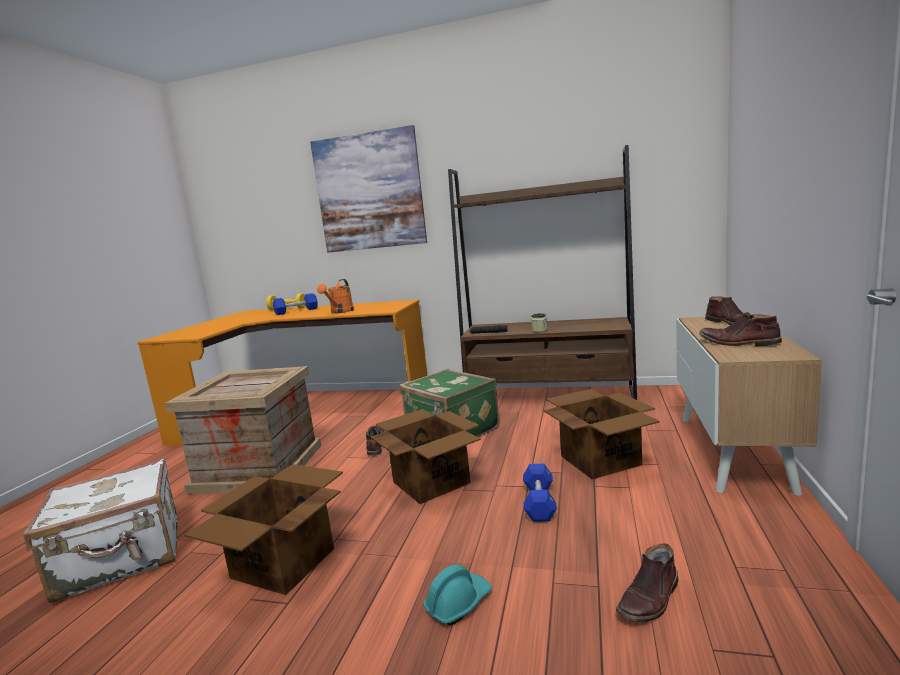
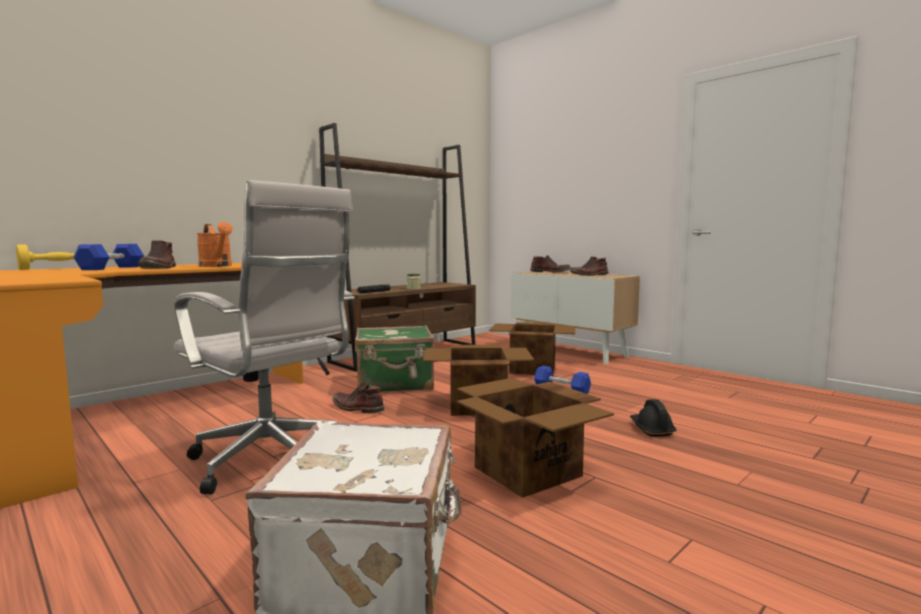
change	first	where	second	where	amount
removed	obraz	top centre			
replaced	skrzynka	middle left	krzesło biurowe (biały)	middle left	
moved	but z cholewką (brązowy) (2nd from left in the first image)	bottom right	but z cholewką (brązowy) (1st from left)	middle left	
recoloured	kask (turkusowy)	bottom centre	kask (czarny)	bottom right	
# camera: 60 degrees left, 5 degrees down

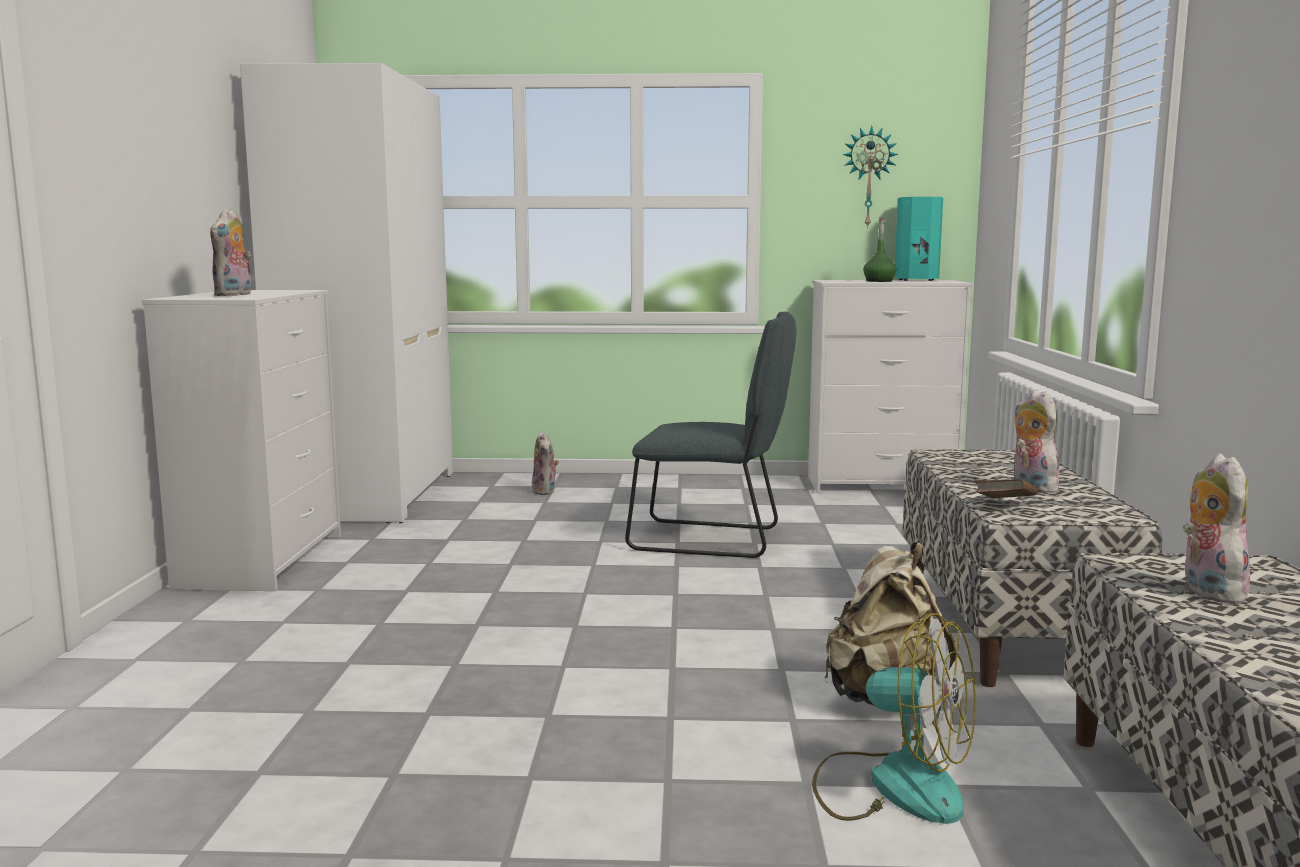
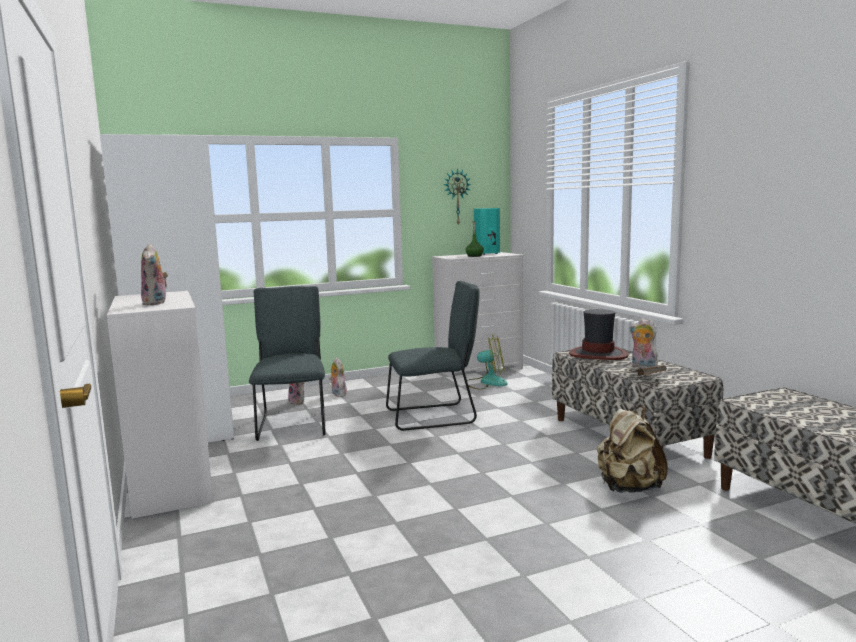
change	first	where	second	where	amount
moved	pluszak (4th from left in the first image)	middle right	pluszak (3rd from left)	centre	
moved	wentylator	bottom right		centre	
added			krzesło (szary) (1st from left)	centre	
added			kapelusz	middle right	
# camera: 25 degrees left, 0 degrees up

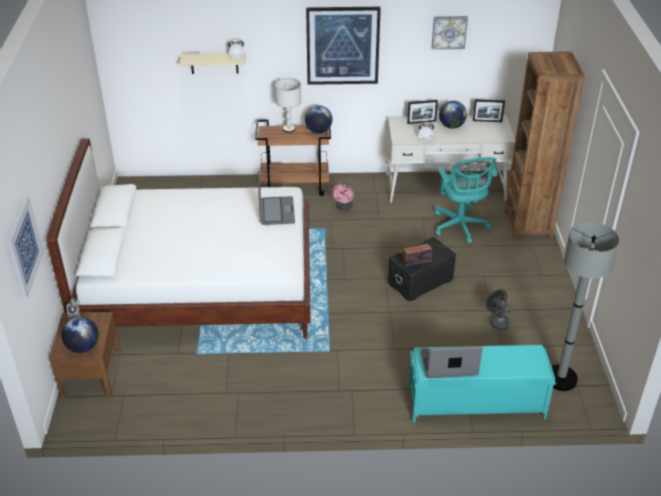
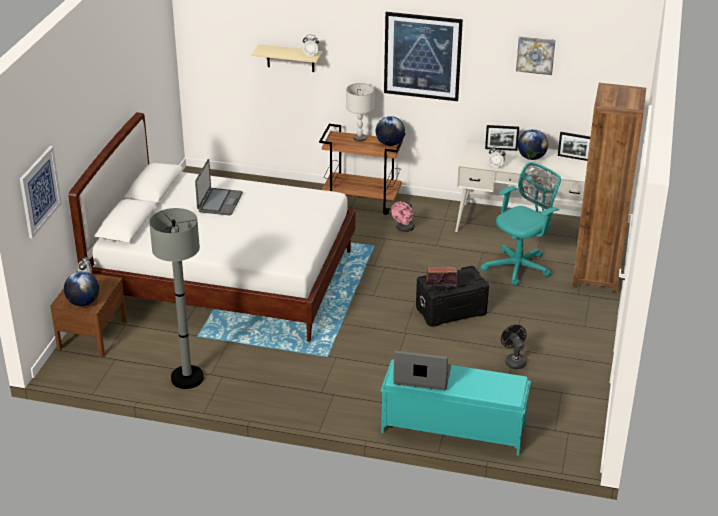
change	first	where	second	where	amount
turned	krzesło biurowe (turkusowy)	middle right		middle right	135 degrees counterclockwise
moved	laptop (1st from left)	centre		middle left	
moved	lampa stojąca (szary)	middle right		middle left	
# camera: 15 degrees right, 5 degrees down

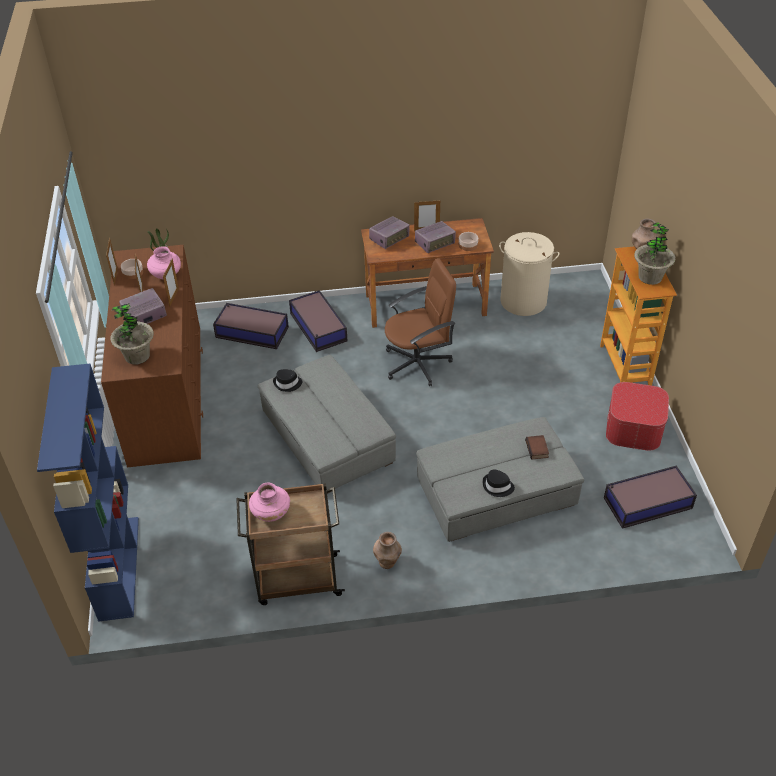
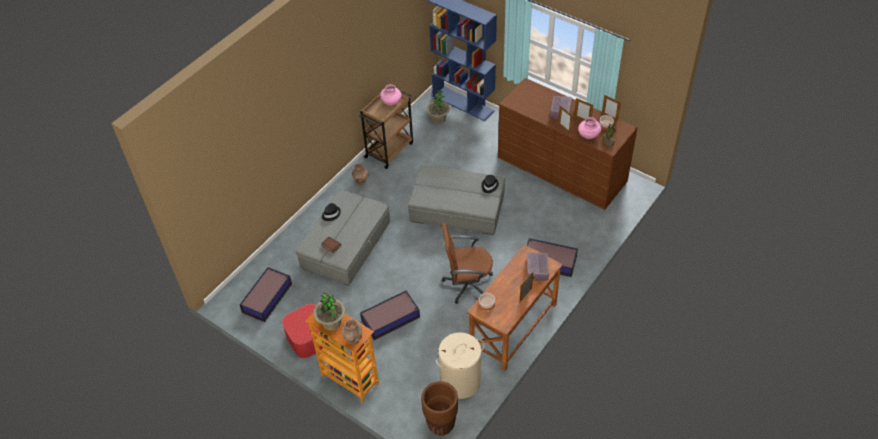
change	first	where	second	where	amount
removed	radio (3rd from left)	top centre			
turned	krzesło biurowe (brązowy)	centre		centre	60 degrees clockwise
moved	roślina doniczkowa (1st from left in the first image)	middle left	roślina doniczkowa (2nd from left)	top centre	
moved	pojemnik do przechowywania (1st from left in the first image)	middle left	pojemnik do przechowywania (2nd from left)	bottom centre	
added			donica (brązowy)	bottom centre	
# camera: 135 degrees right, 5 degrees up

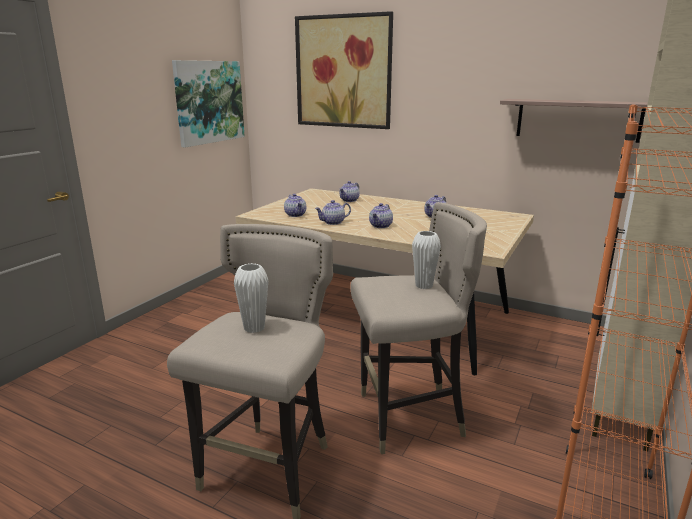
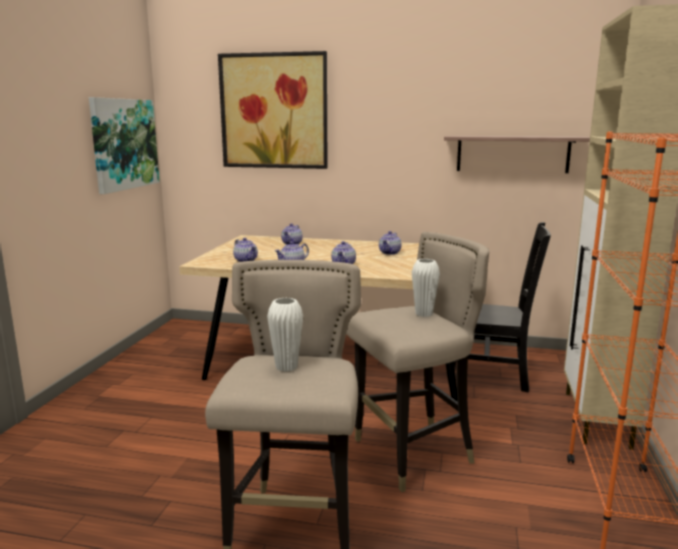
change	first	where	second	where	amount
added			krzesło (czarny)	middle right	
# camera: 15 degrees left, 5 degrees down

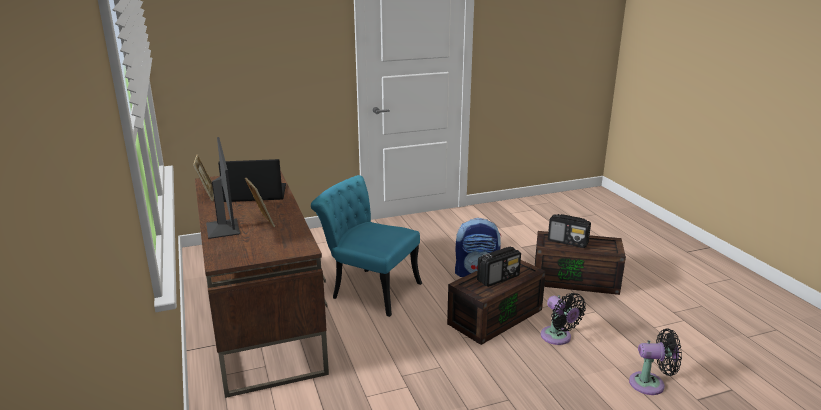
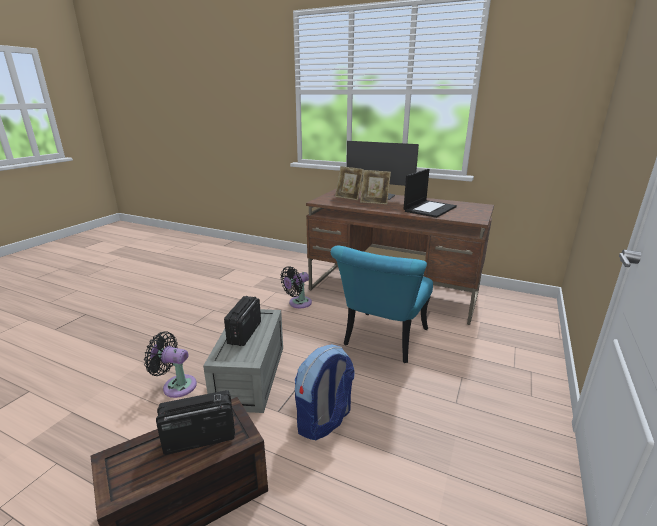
change	first	where	second	where	amount
moved	ramka na zdjęcie (1st from left)	middle left		centre	
turned	krzesło (turkusowy)	centre		centre	135 degrees clockwise
recoloured	pojemnik do przechowywania (brązowy) (1st from left)	bottom centre	pojemnik do przechowywania (szary)	bottom centre	
moved	wentylator (czarny) (2nd from left)	bottom right		centre	
# camera: 135 degrees right, 0 degrees up

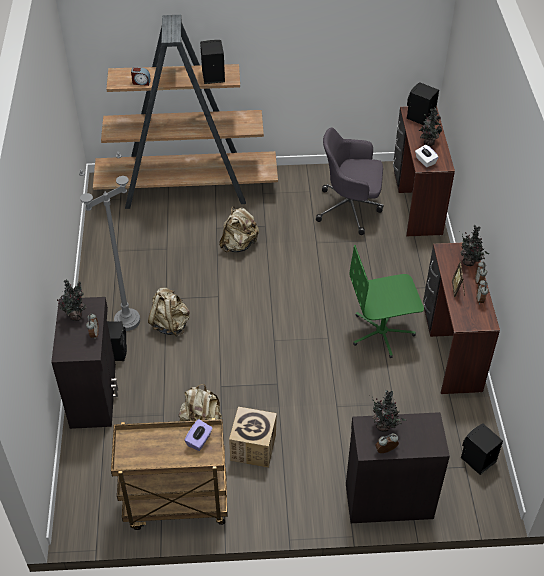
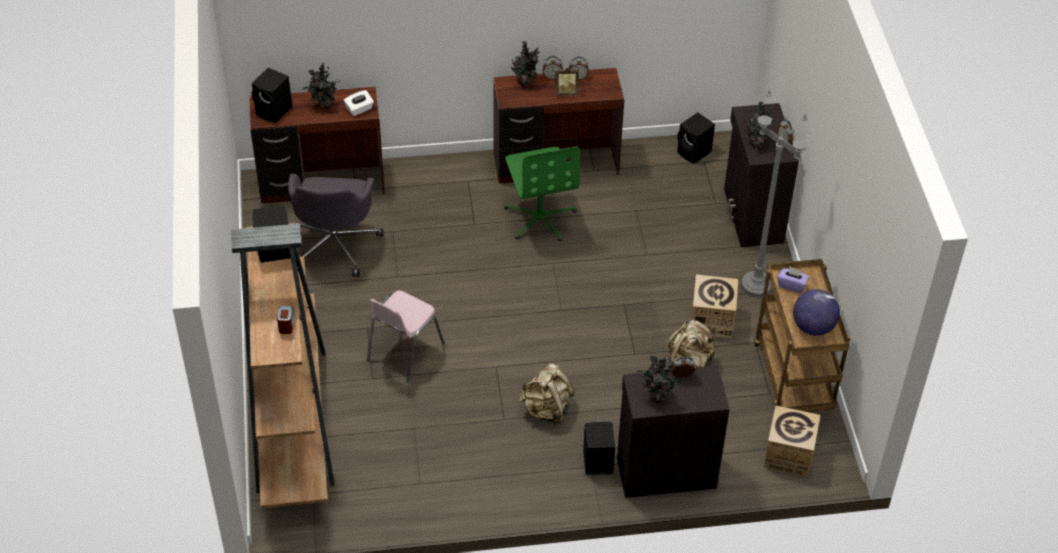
change	first	where	second	where	amount
moved	lampa stojąca (szary)	middle left		middle right	
replaced	plecak (beżowy) (3rd from left)	centre	krzesło (różowy)	centre	
added			globus	middle right	
added			karton (2nd from left)	bottom right	
# camera: 95 degrees left, 0 degrees up

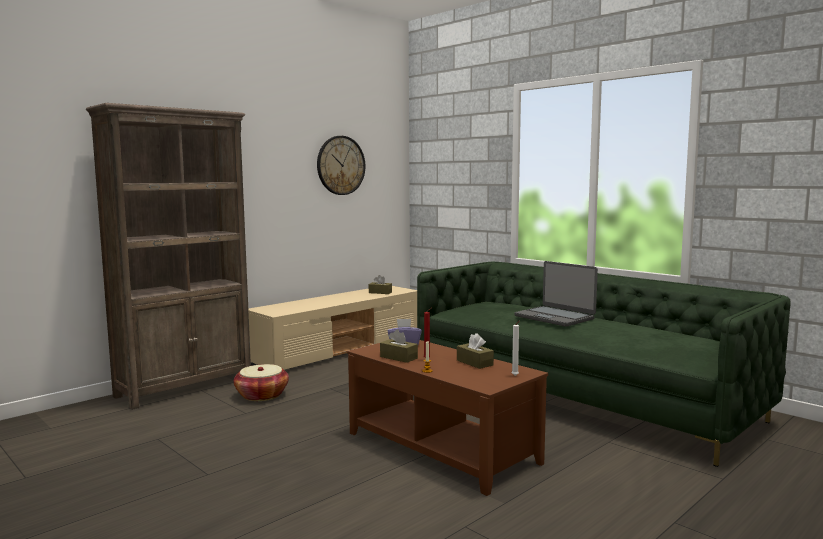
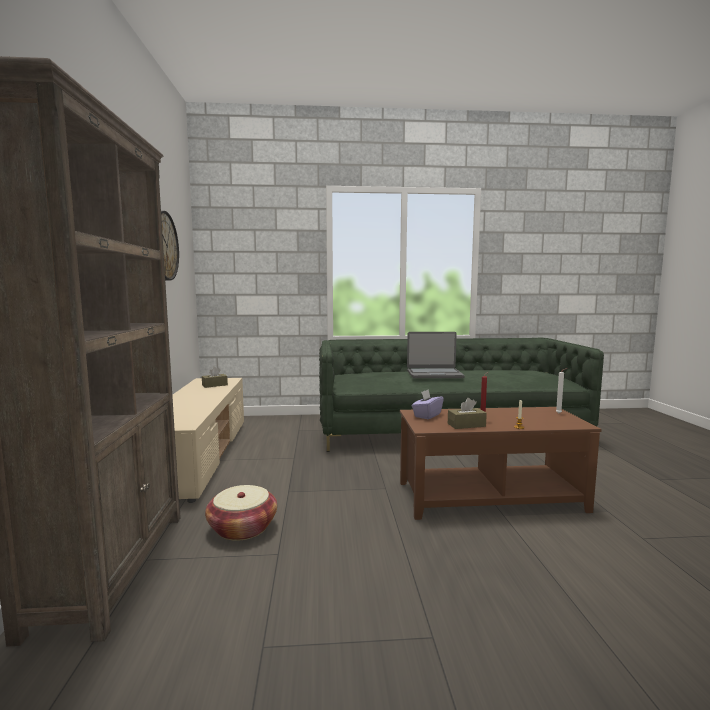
change	first	where	second	where	amount
removed	pudełko chusteczek (brązowy) (3rd from left)	centre			
# camera: 50 degrees left, 0 degrees up

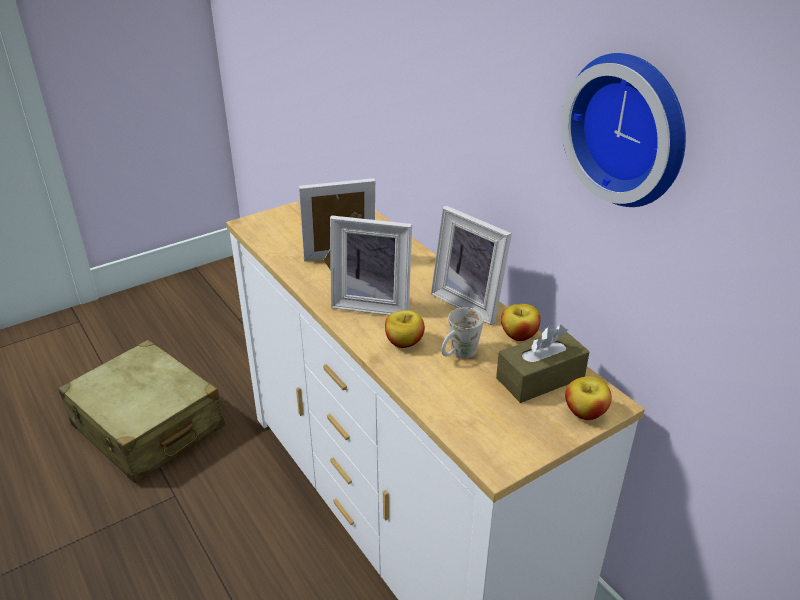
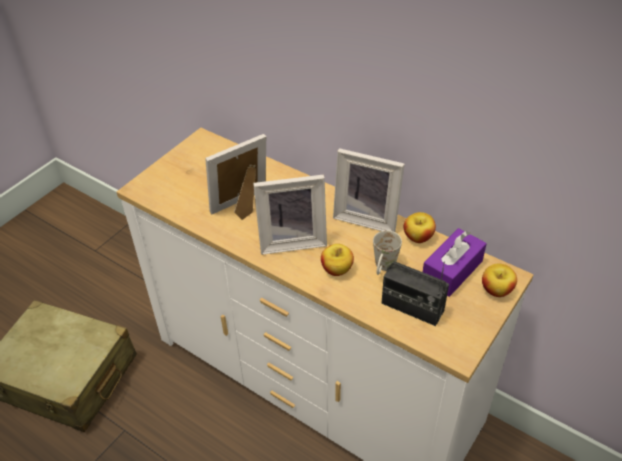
change	first	where	second	where	amount
removed	zegar ścienny	top right			
recoloured	pudełko chusteczek (brązowy)	middle right	pudełko chusteczek (fioletowy)	middle right	
added			radio	middle right	
# camera: 20 degrees left, 10 degrees up

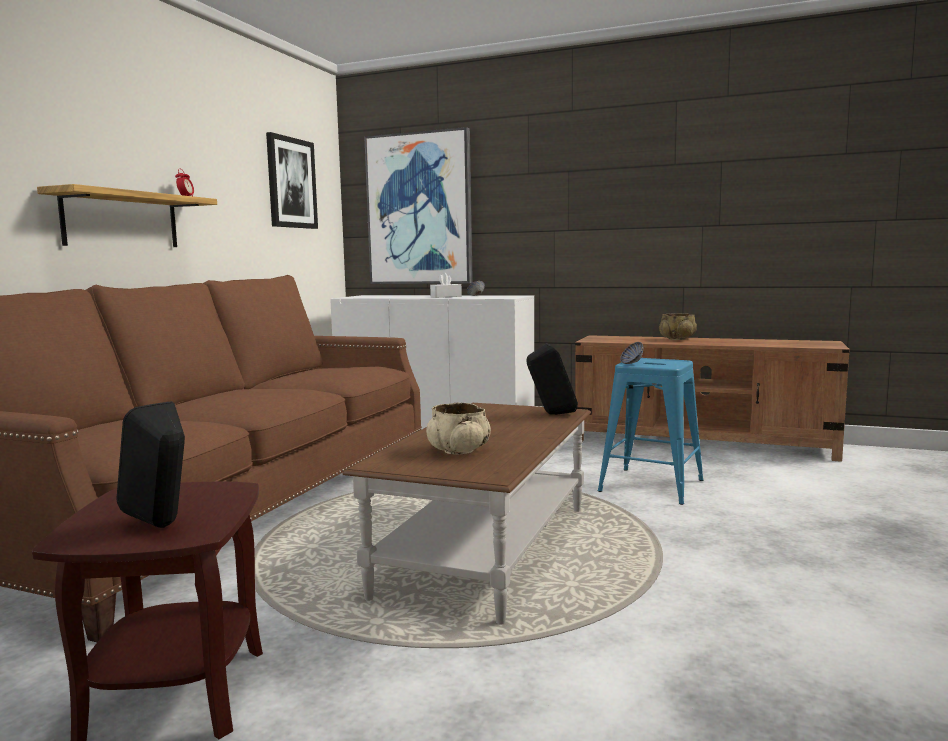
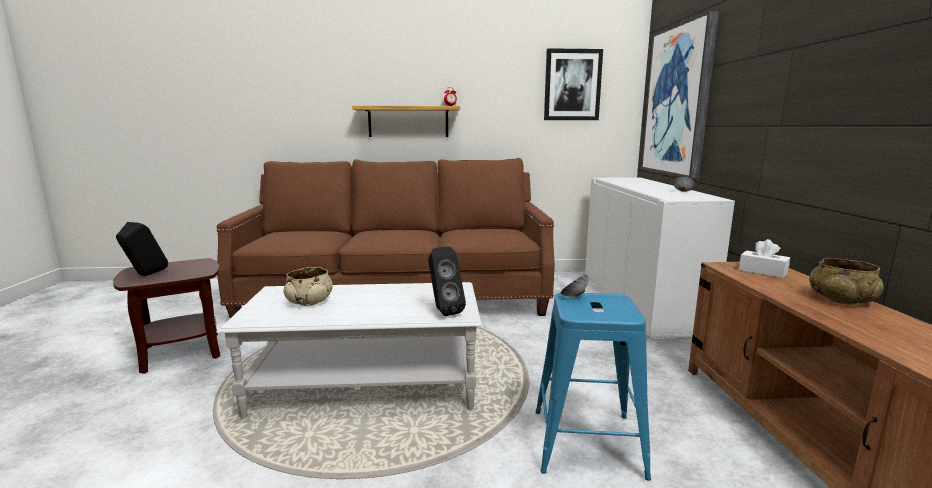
change	first	where	second	where	amount
moved	pudełko chusteczek (biały)	centre		middle right	
recoloured	ława (brązowy)	bottom centre	ława (biały)	bottom centre	
# camera: 65 degrees right, 5 degrees up

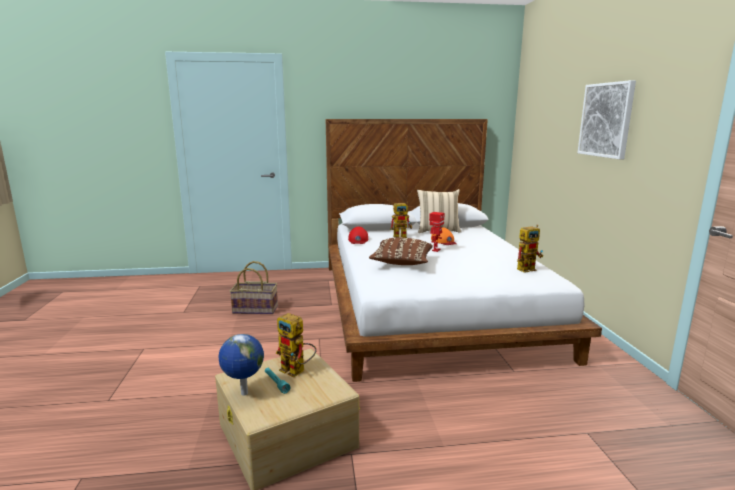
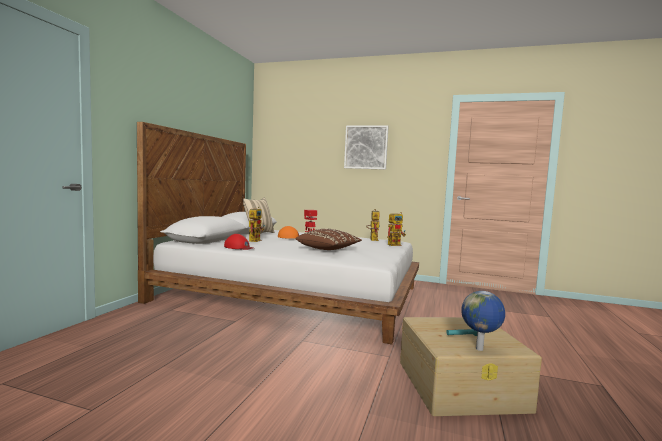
change	first	where	second	where	amount
removed	koszyk	centre			
moved	robot zabawkowy (1st from left in the first image)	bottom centre	robot zabawkowy (4th from left)	centre	
# camera: 65 degrees left, 10 degrees down

